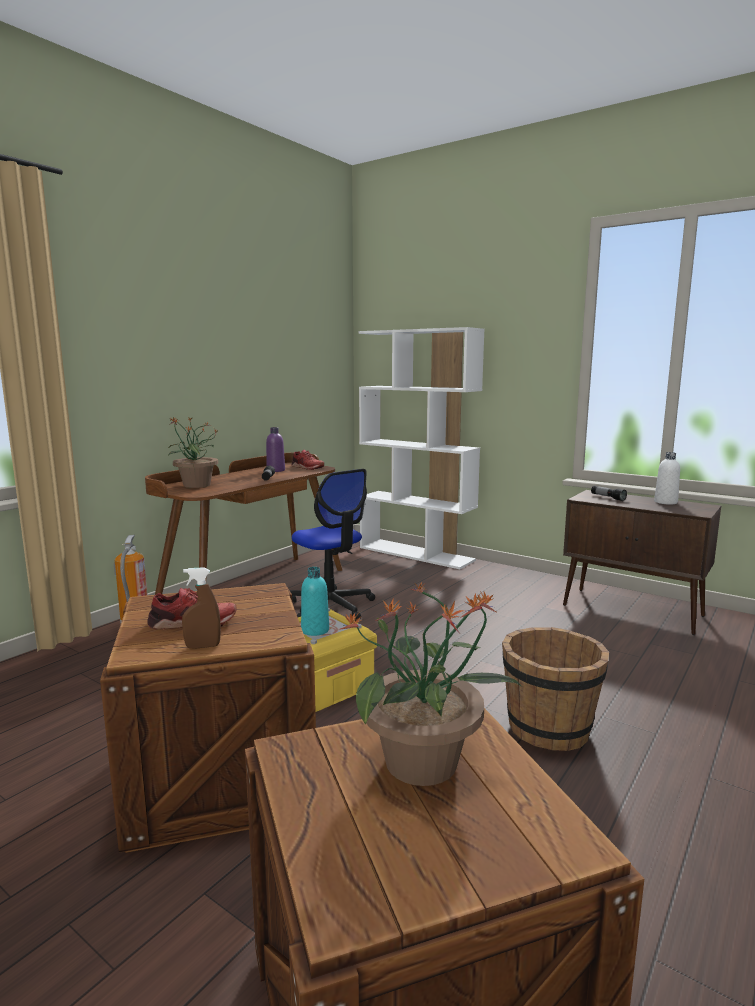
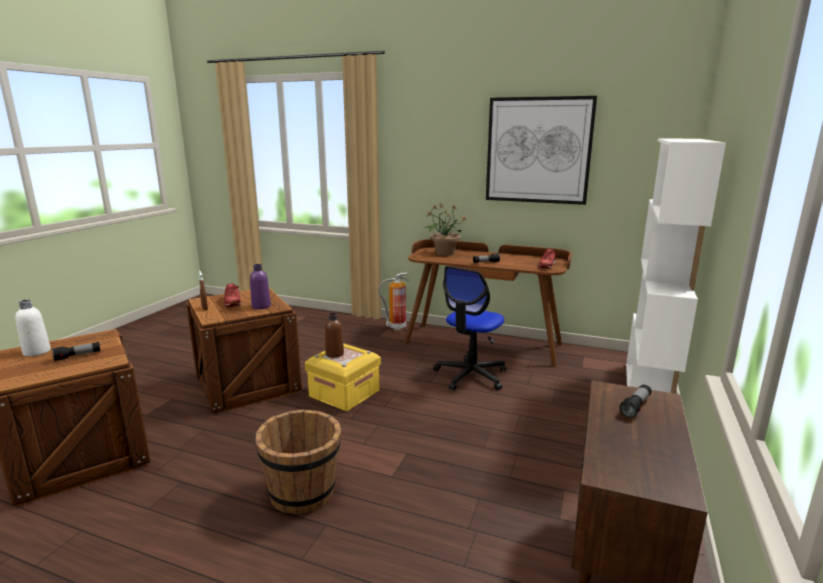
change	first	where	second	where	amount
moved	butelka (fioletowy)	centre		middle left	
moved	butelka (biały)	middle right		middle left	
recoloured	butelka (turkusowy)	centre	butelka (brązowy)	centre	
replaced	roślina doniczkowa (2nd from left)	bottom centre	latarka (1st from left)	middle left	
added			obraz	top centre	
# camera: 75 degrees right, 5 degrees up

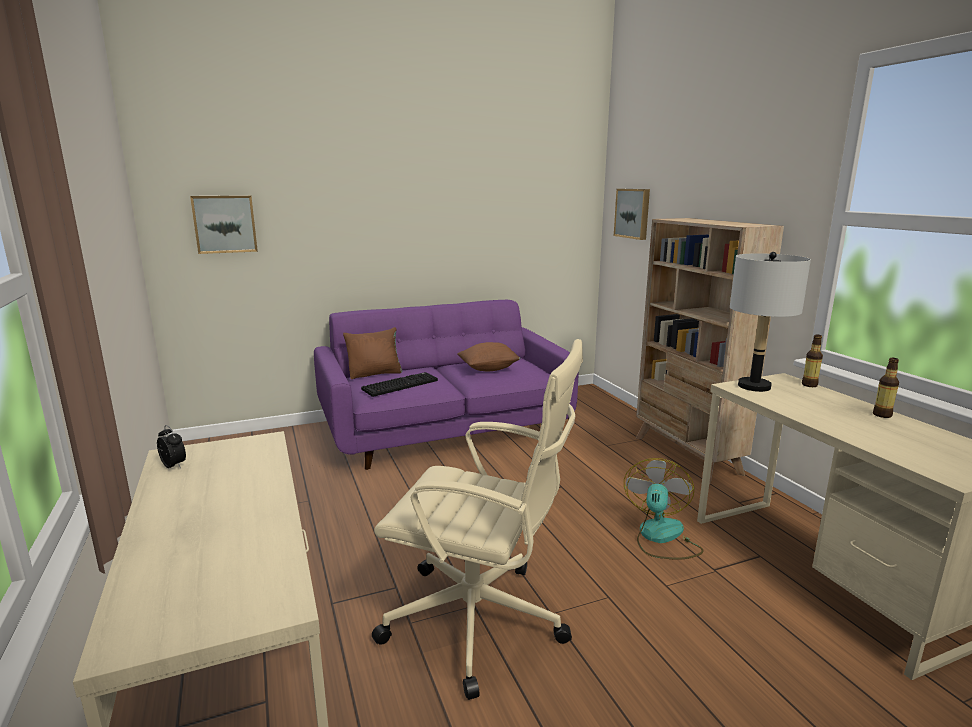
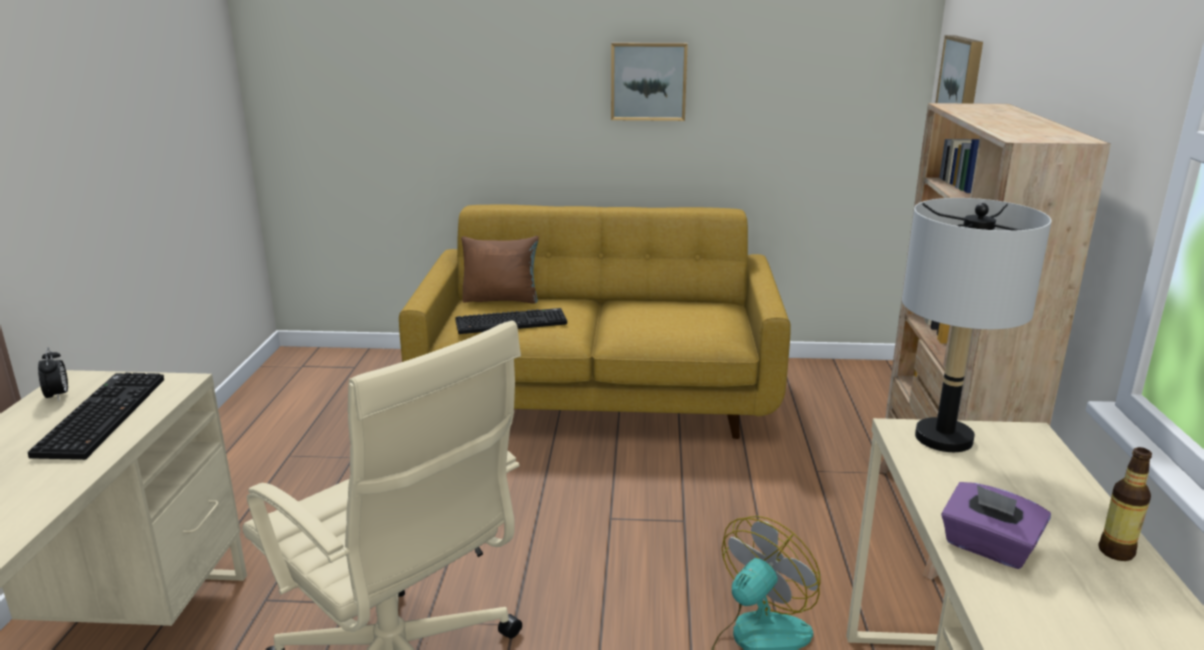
change	first	where	second	where	amount
moved	obraz (1st from left)	top left		top centre	
recoloured	kanapa (fioletowy)	centre	kanapa (żółty)	centre	
removed	butelka (1st from left)	middle right			
removed	poduszka (brązowy) (2nd from left)	centre			
added			klawiatura (1st from left)	middle left	
added			pudełko chusteczek (fioletowy)	bottom right	
# camera: 25 degrees right, 5 degrees up

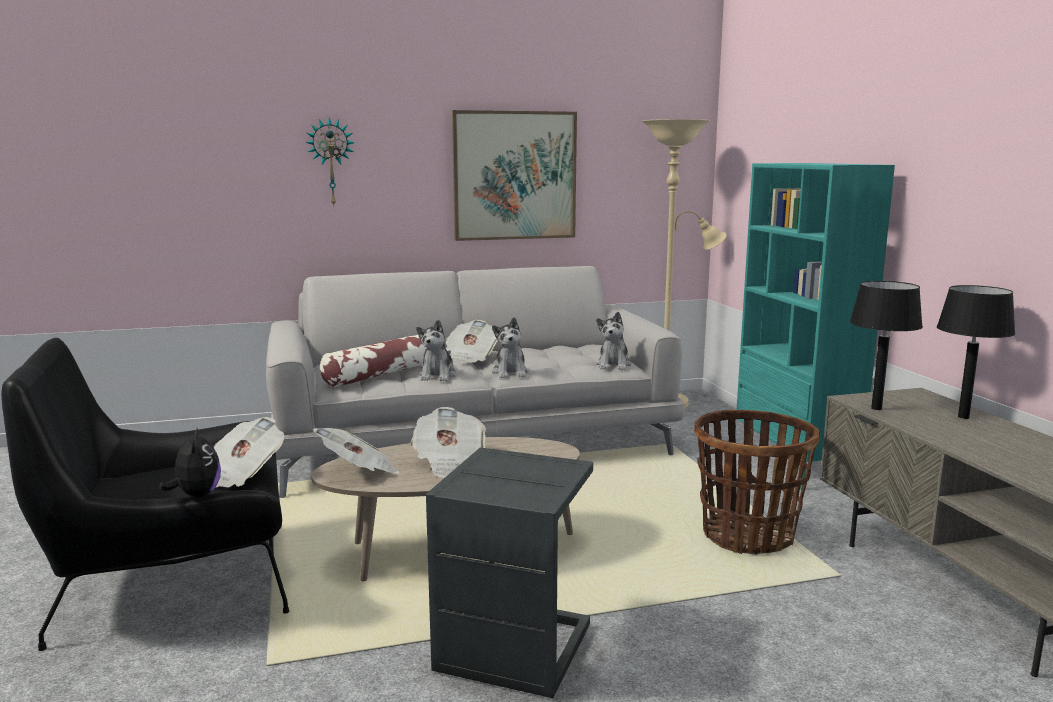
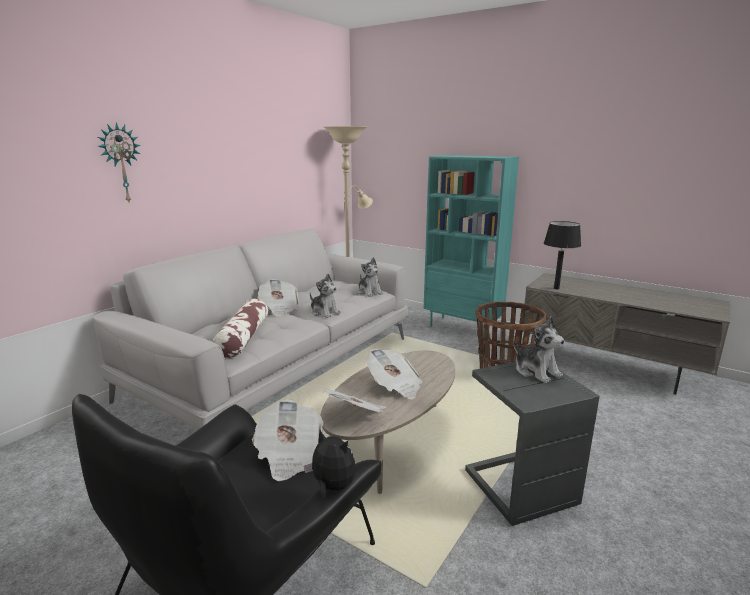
change	first	where	second	where	amount
removed	obraz	top centre			
removed	lampa stołowa (czarny) (2nd from left)	middle right			
moved	pluszak (2nd from left in the first image)	centre	pluszak (4th from left)	middle right	
# camera: 40 degrees left, 5 degrees up

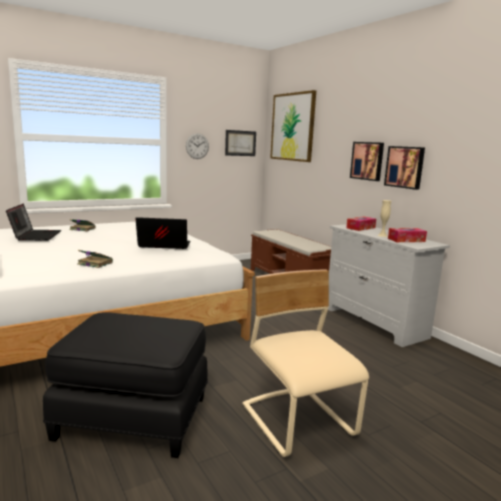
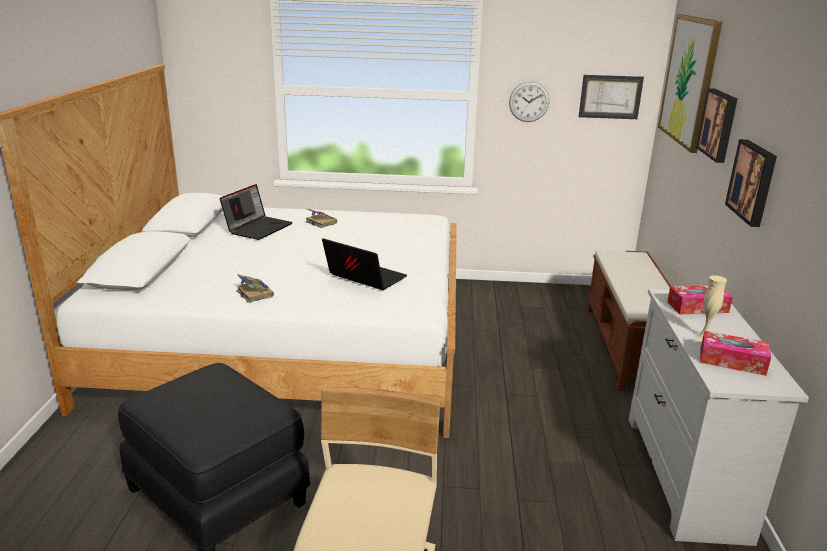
change	first	where	second	where	amount
moved	obraz (4th from left in the first image)	middle right	obraz (3rd from left)	top right	
# camera: 35 degrees right, 10 degrees up

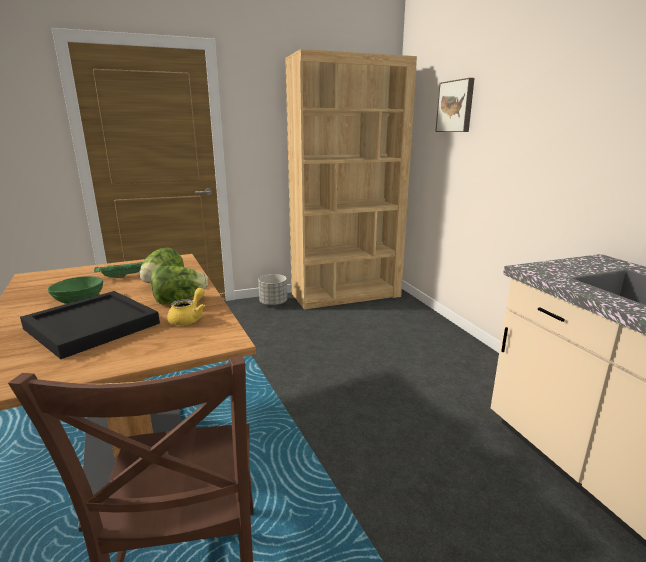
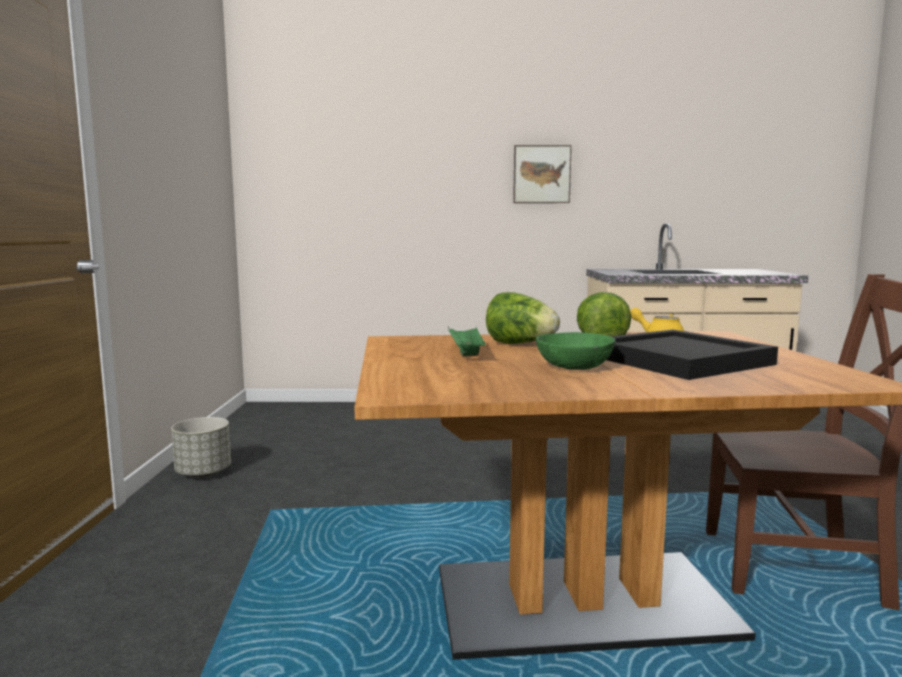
change	first	where	second	where	amount
removed	regał (brązowy)	top centre			
moved	obraz	top right		top centre	
# camera: 70 degrees left, 10 degrees down

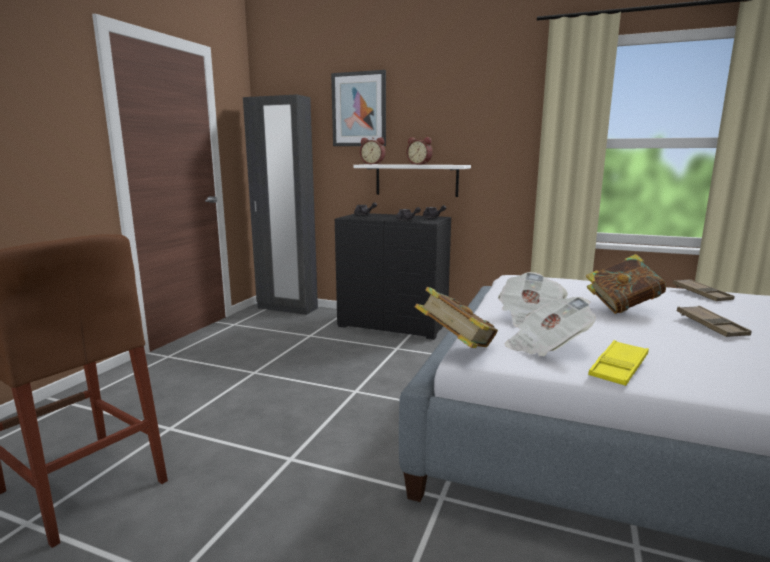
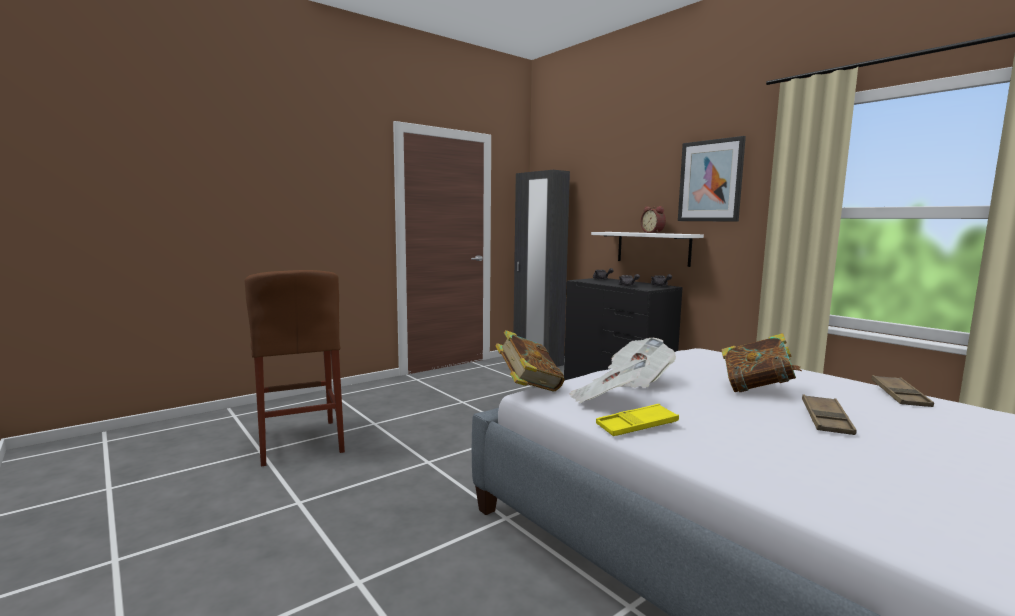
change	first	where	second	where	amount
moved	obraz	top centre		top right	
removed	budzik (1st from left)	top centre			
# camera: 30 degrees right, 5 degrees down

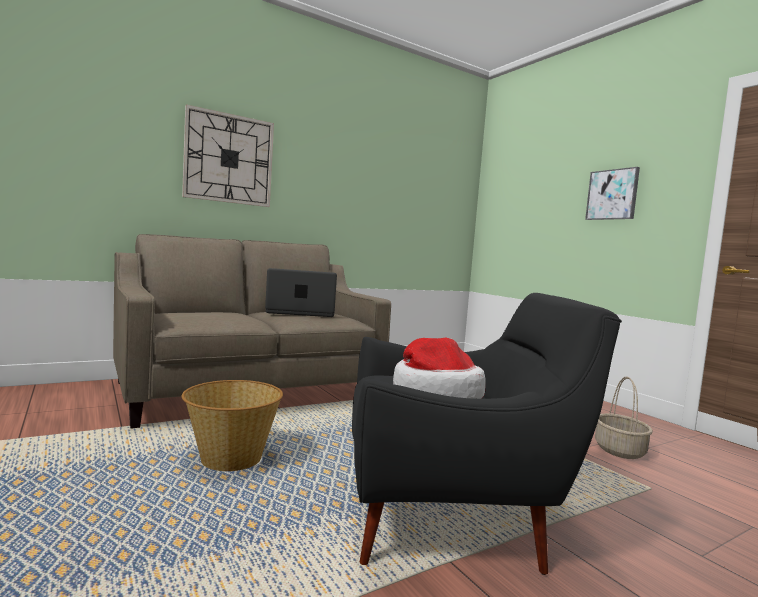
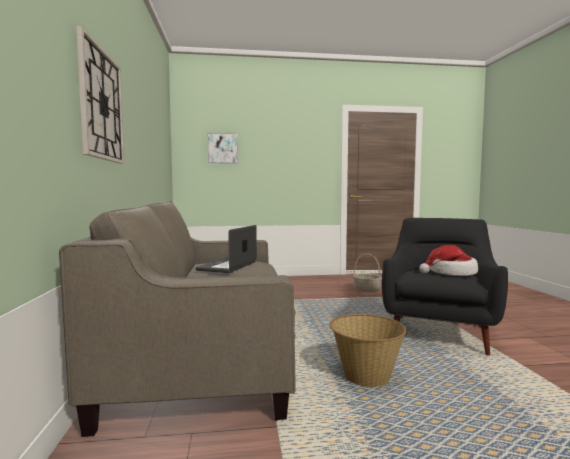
change	first	where	second	where	amount
moved	obraz	top right		top centre	
# camera: 65 degrees left, 0 degrees up

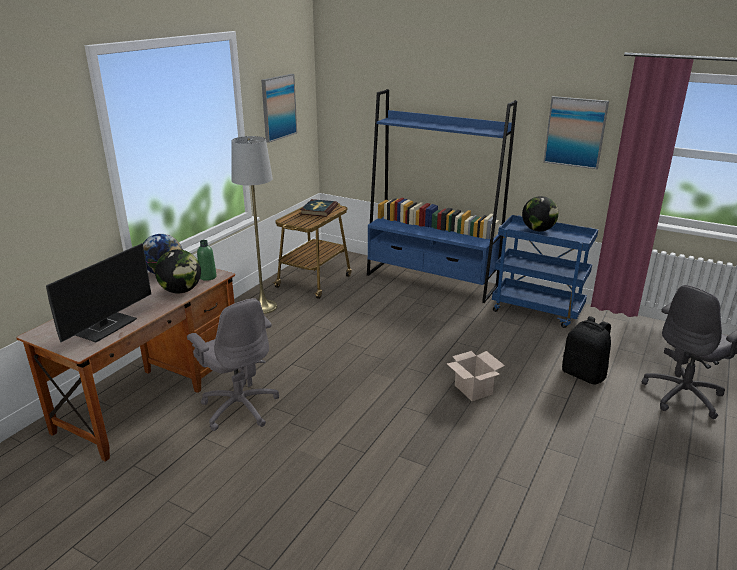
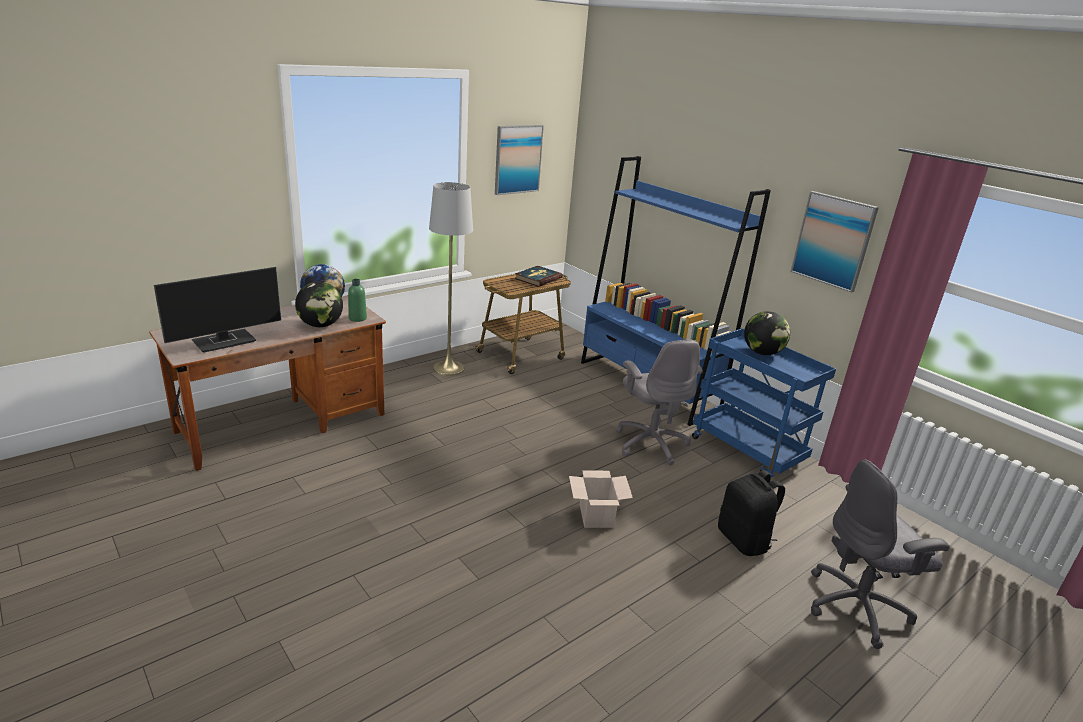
change	first	where	second	where	amount
moved	krzesło biurowe (szary) (1st from left)	middle left		centre	
# camera: 20 degrees right, 0 degrees up

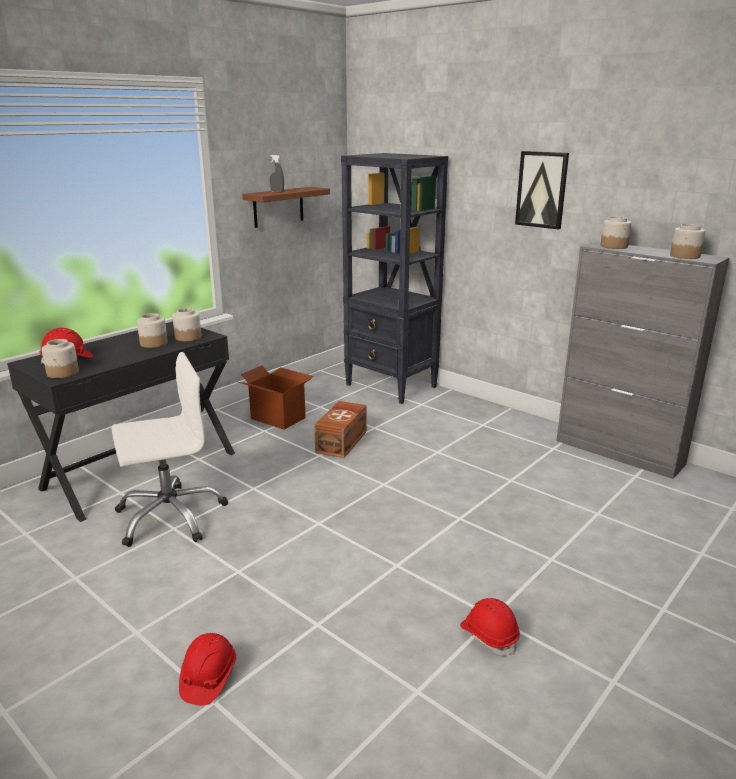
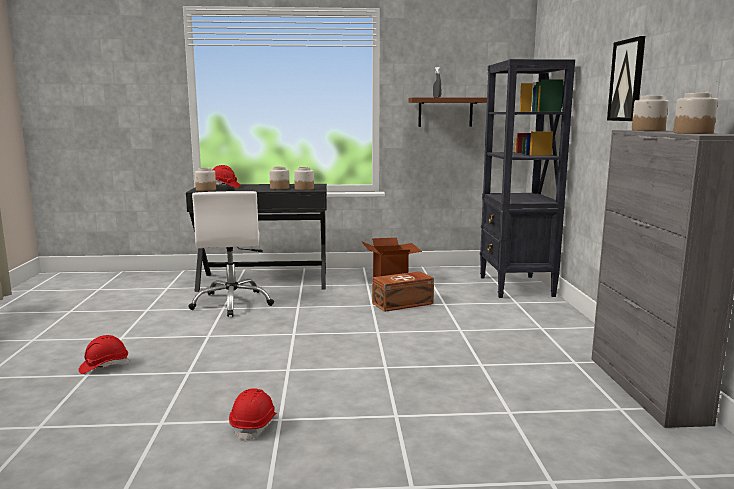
change	first	where	second	where	amount
turned	krzesło biurowe (biały)	middle left		middle left	60 degrees clockwise
# camera: 45 degrees right, 10 degrees down

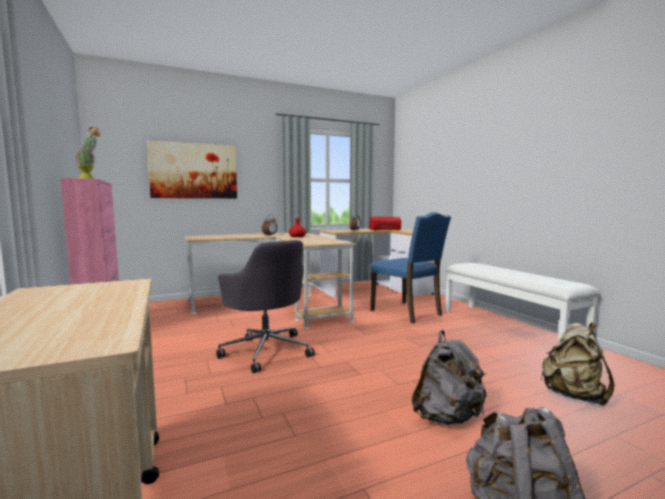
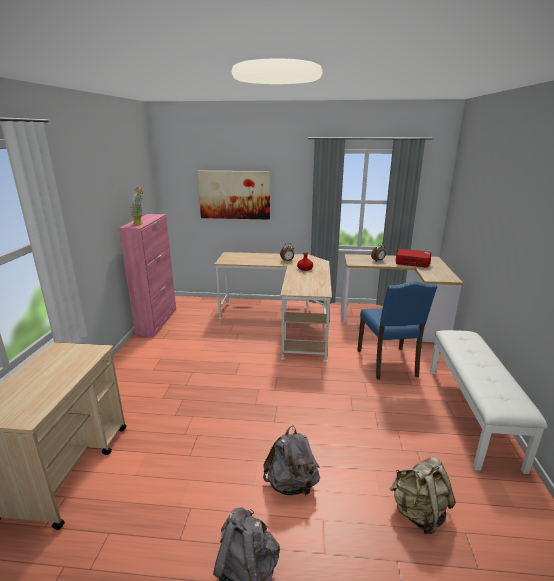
change	first	where	second	where	amount
removed	krzesło biurowe (szary)	centre			
# camera: 30 degrees right, 15 degrees up

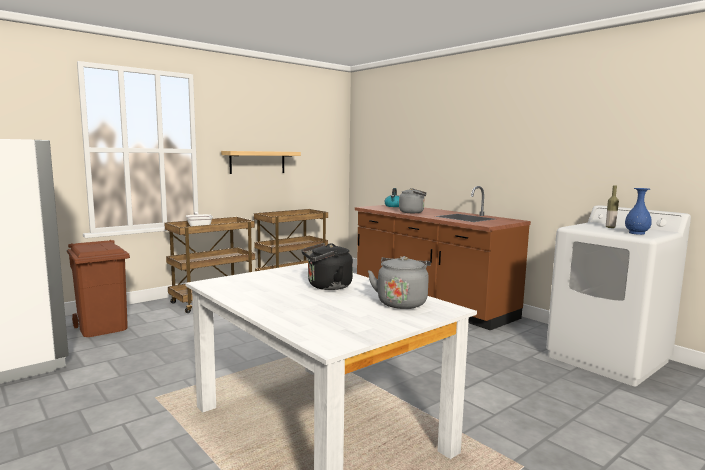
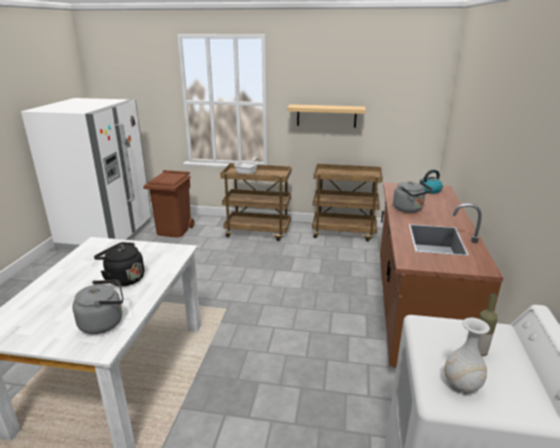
change	first	where	second	where	amount
recoloured	wazon (niebieski)	middle right	wazon (biały)	bottom right	
# camera: 50 degrees right, 15 degrees up

